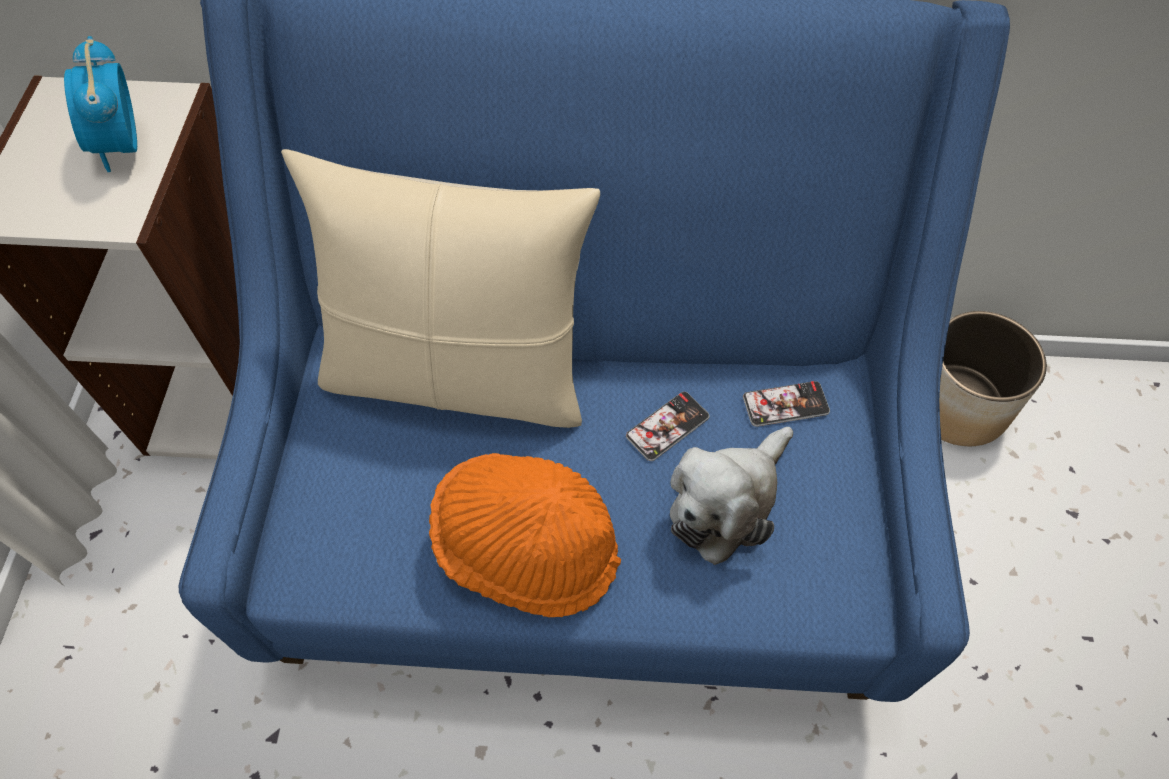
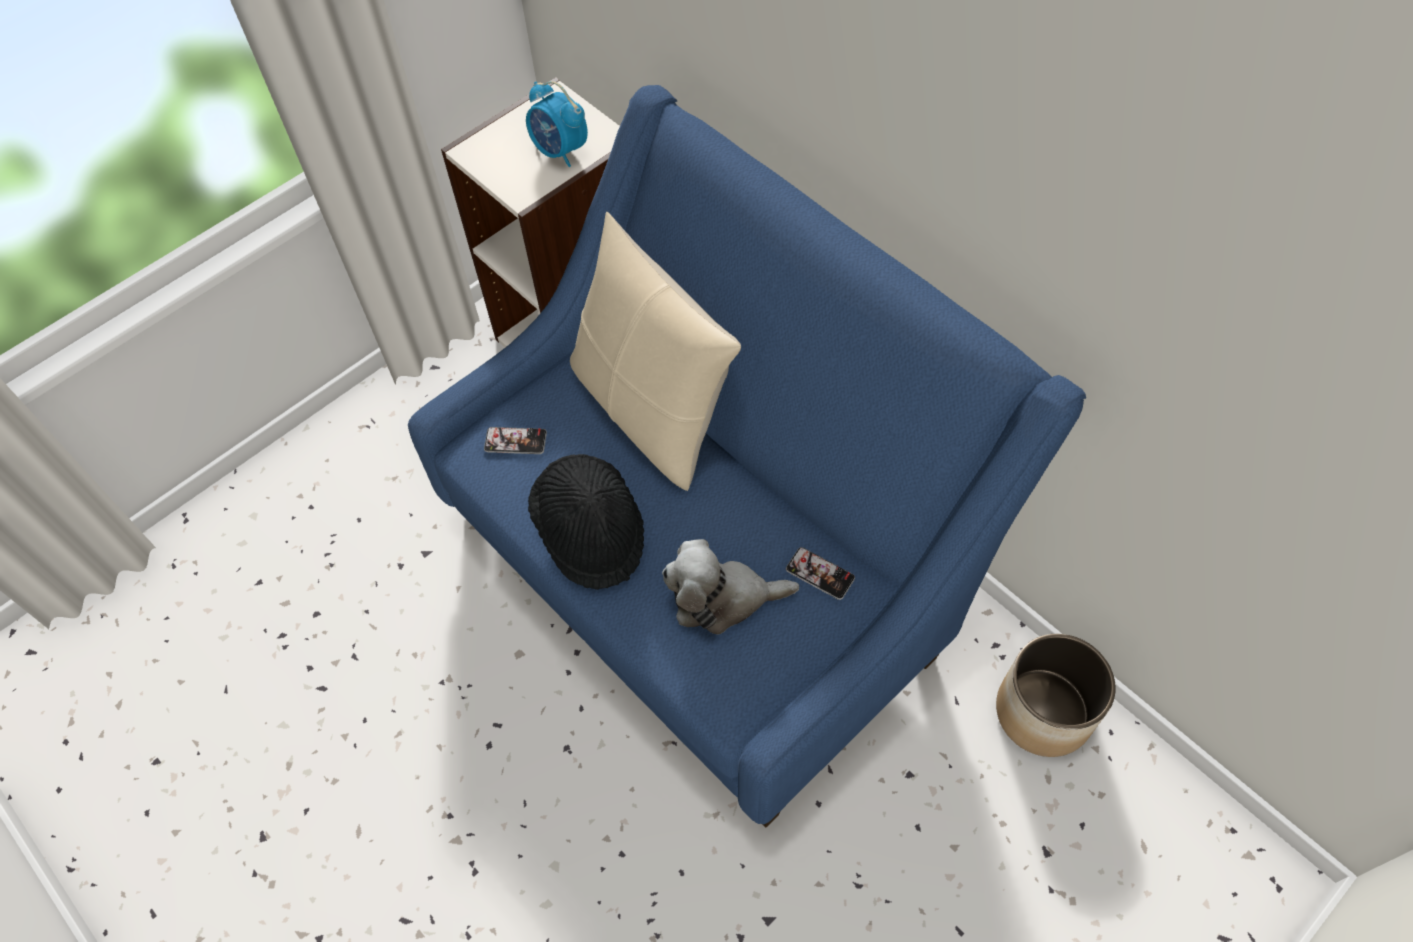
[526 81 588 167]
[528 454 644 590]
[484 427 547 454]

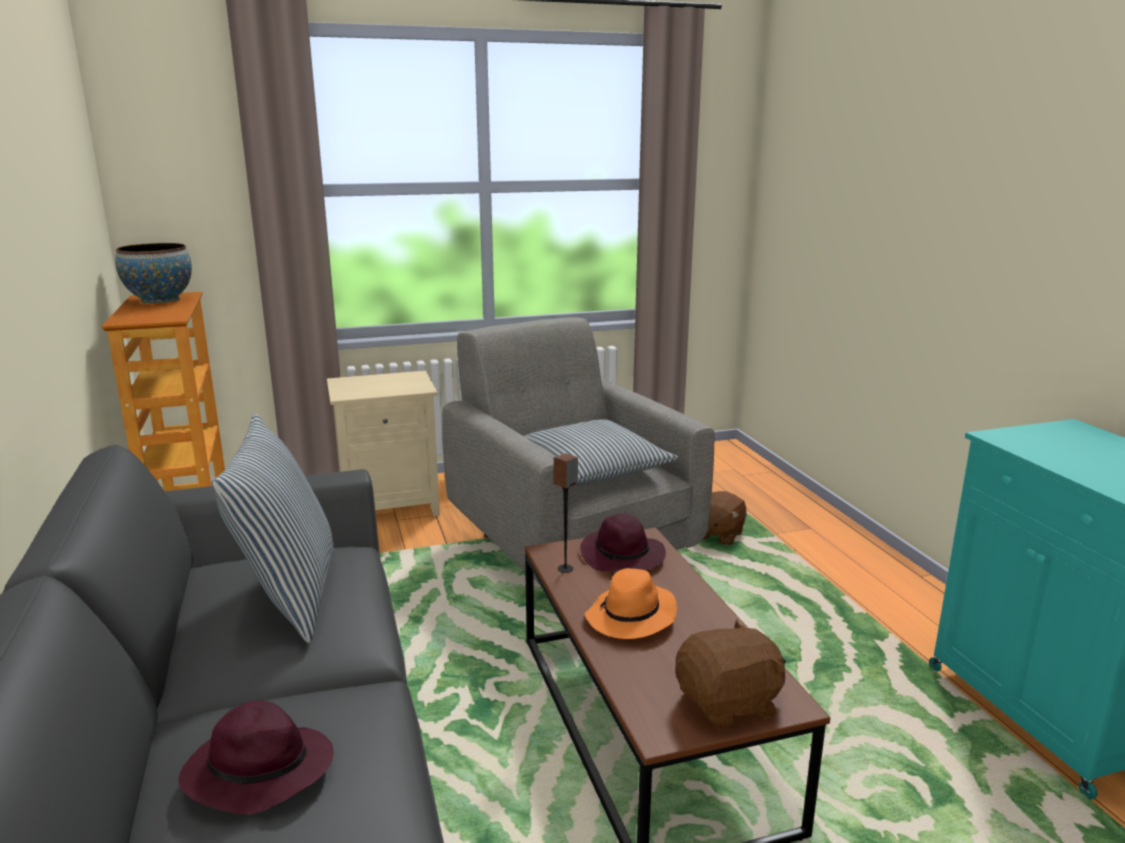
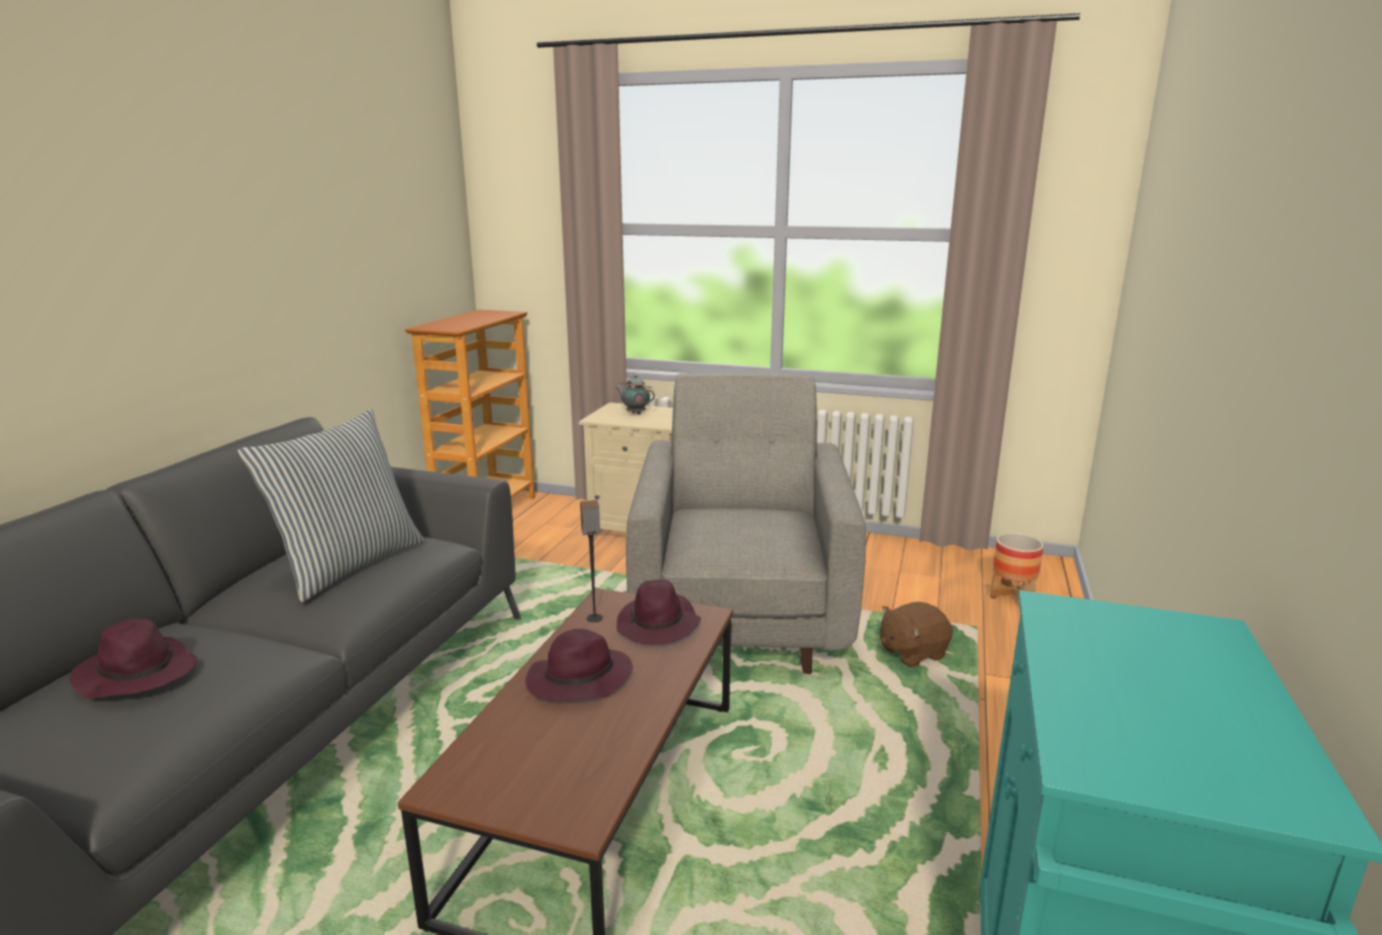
[115 243 192 304] (first image)
[524 419 679 486] (first image)
[525 629 633 701]
[675 619 786 730] (first image)
[615 374 655 414]
[990 533 1044 600]

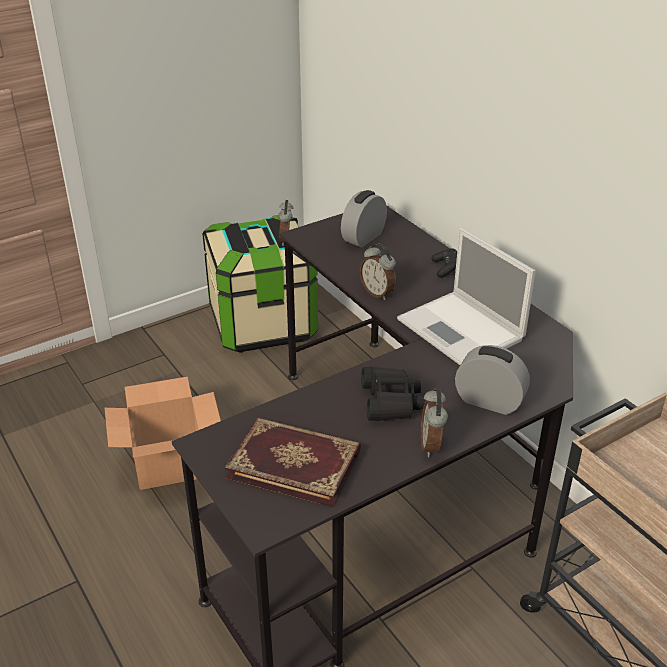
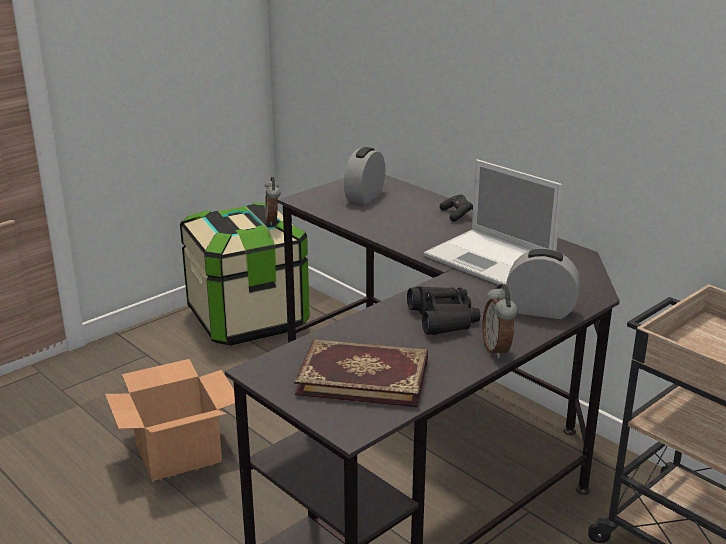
[360 244 396 300] (first image)

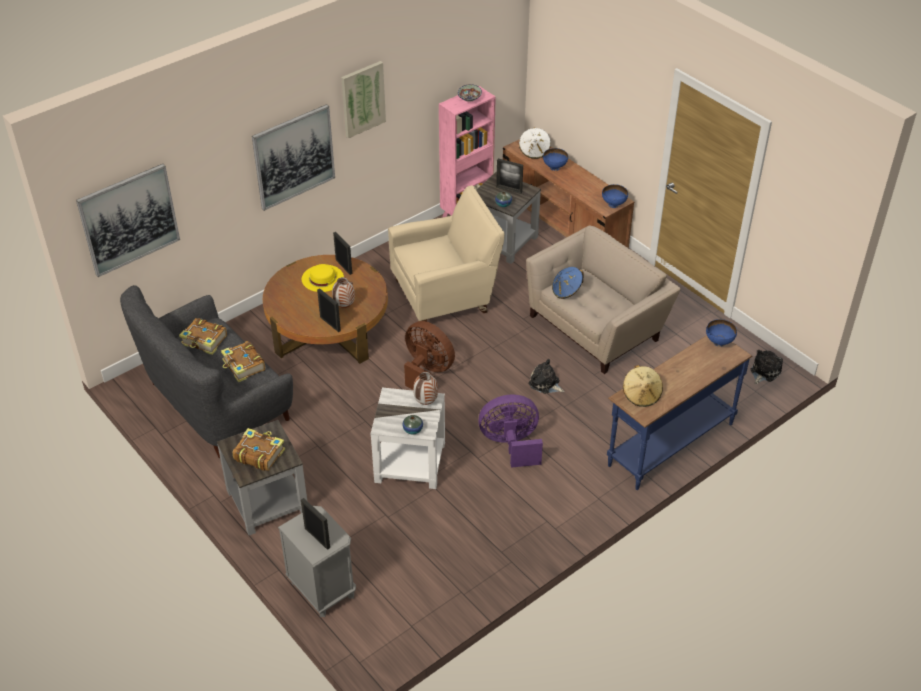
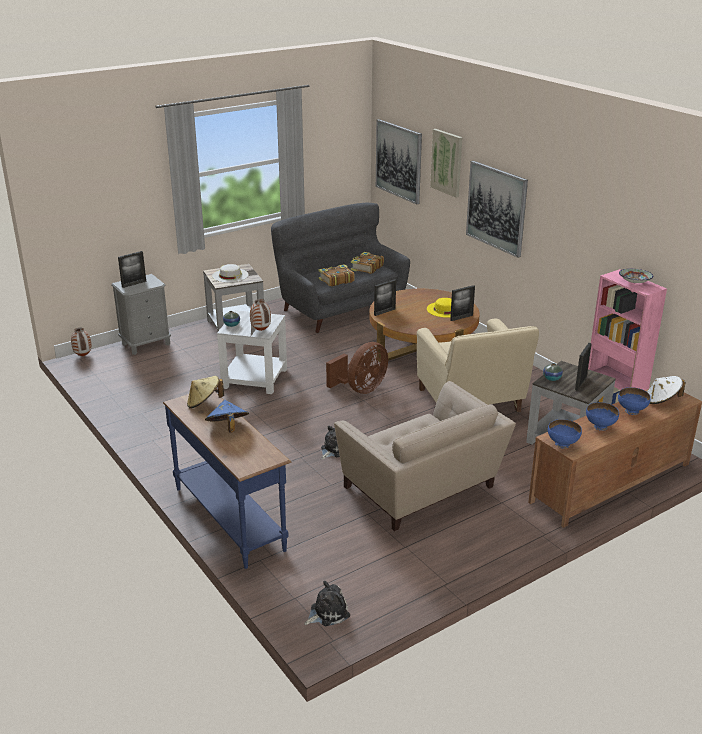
[212 264 249 283]
[71 328 92 356]
[430 129 462 198]
[478 395 543 468] (first image)
[205 400 249 432]
[586 402 619 431]
[305 581 350 626]

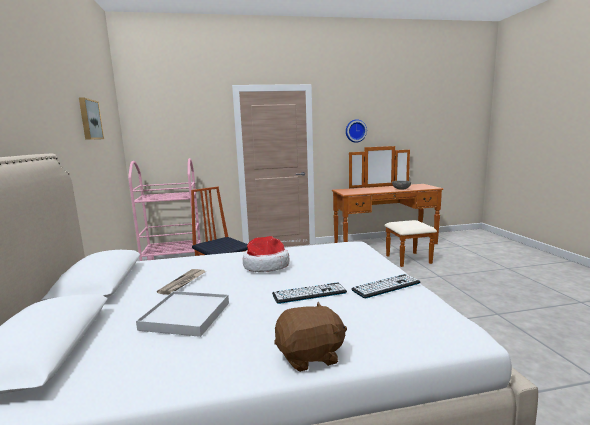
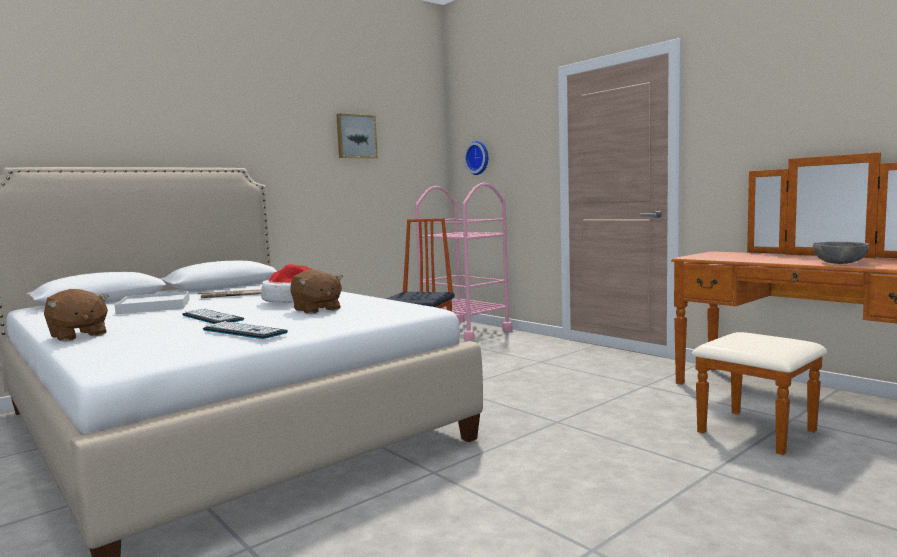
[464 141 489 175]
[290 269 343 314]

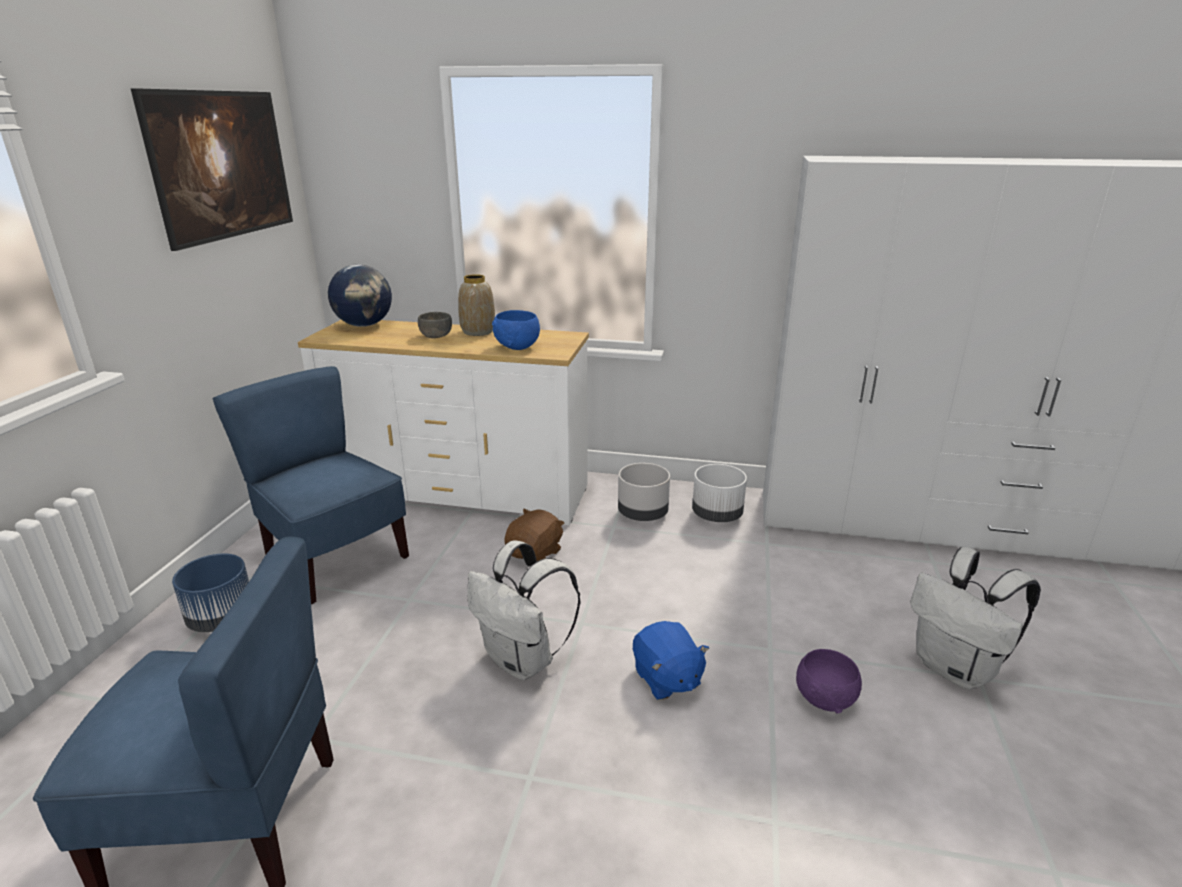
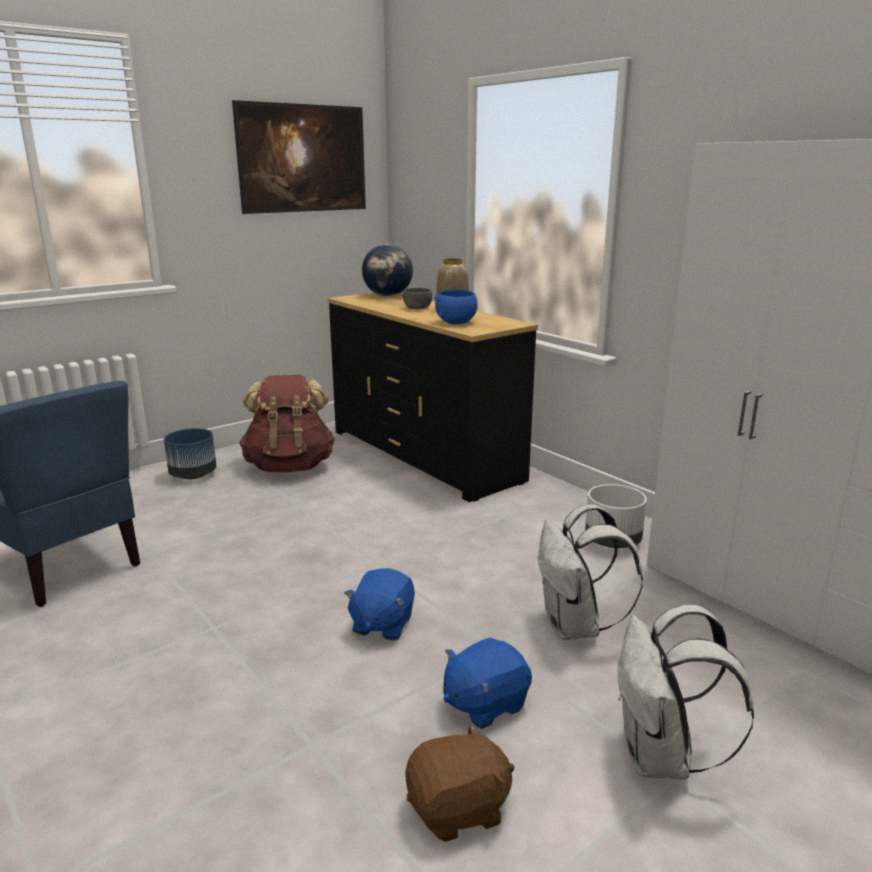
[239 375 335 472]
[328 292 538 502]
[538 505 643 640]
[405 723 514 842]
[618 463 670 521] (first image)
[443 638 532 729]

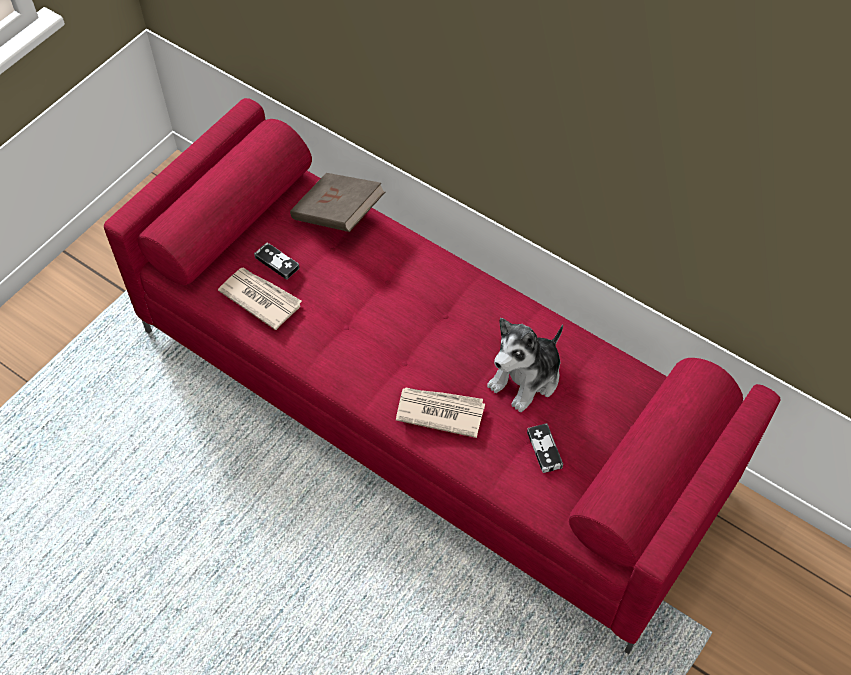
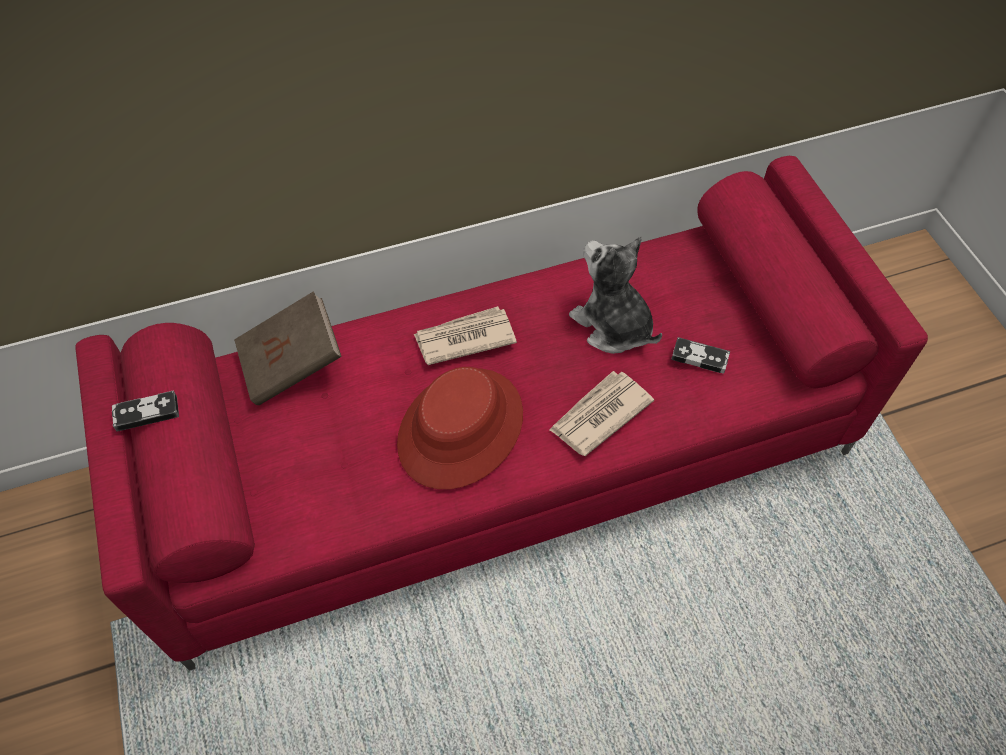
[414 306 517 365]
[112 391 179 432]
[569 236 662 354]
[397 367 523 489]

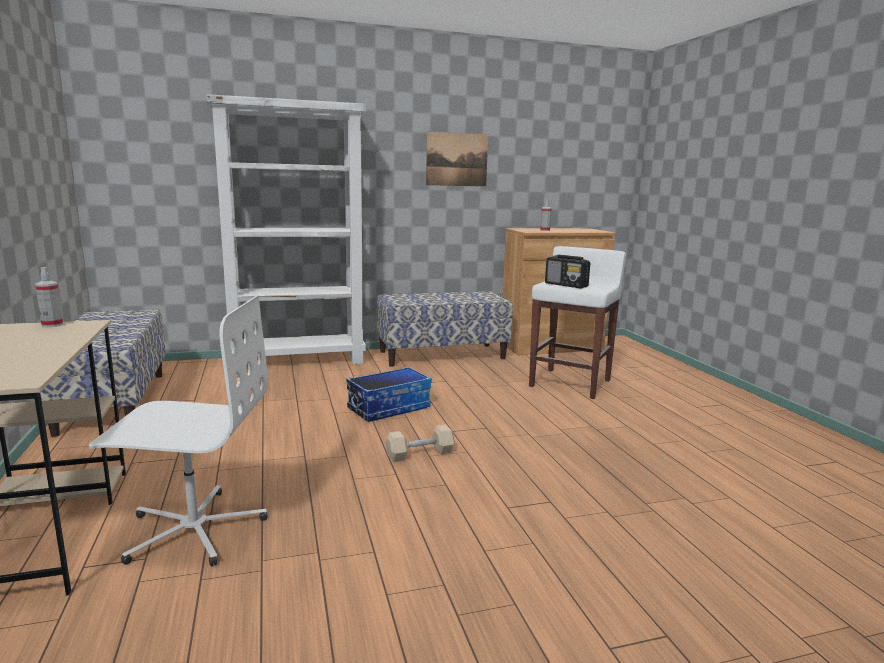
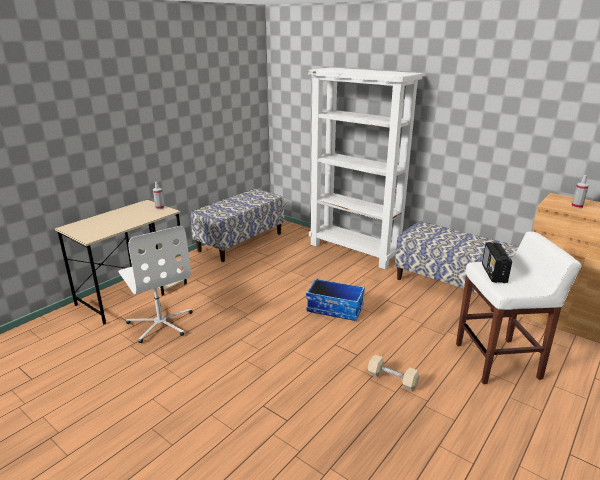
[368 354 420 391]
[426 131 488 187] (first image)

